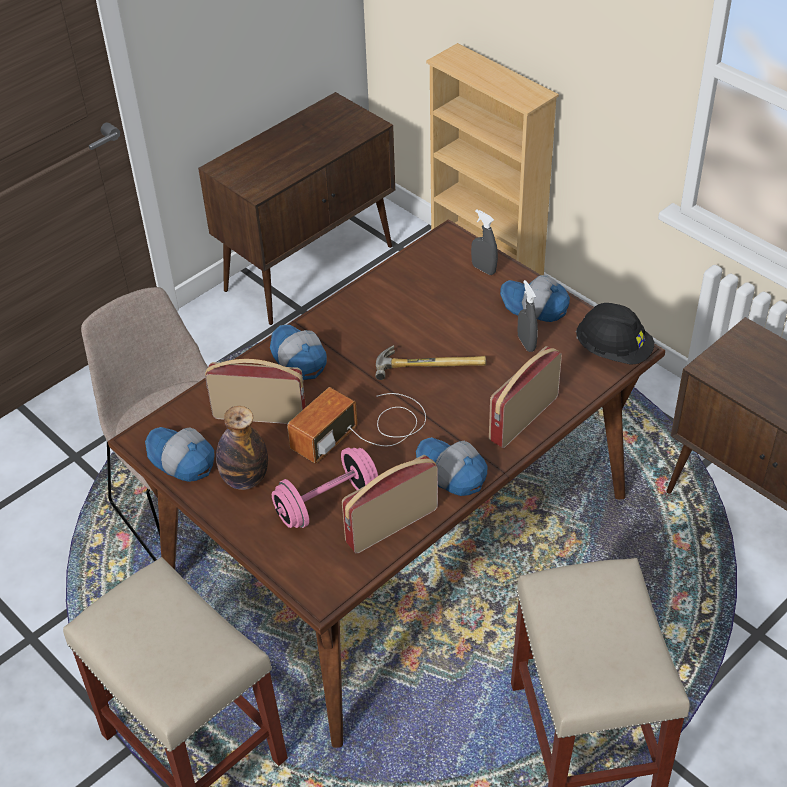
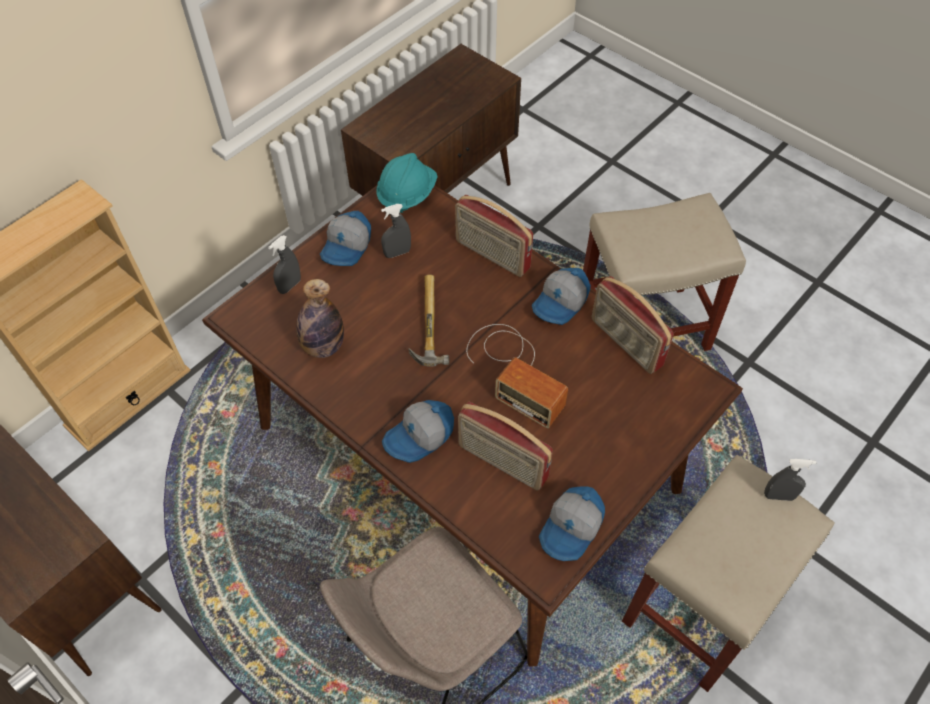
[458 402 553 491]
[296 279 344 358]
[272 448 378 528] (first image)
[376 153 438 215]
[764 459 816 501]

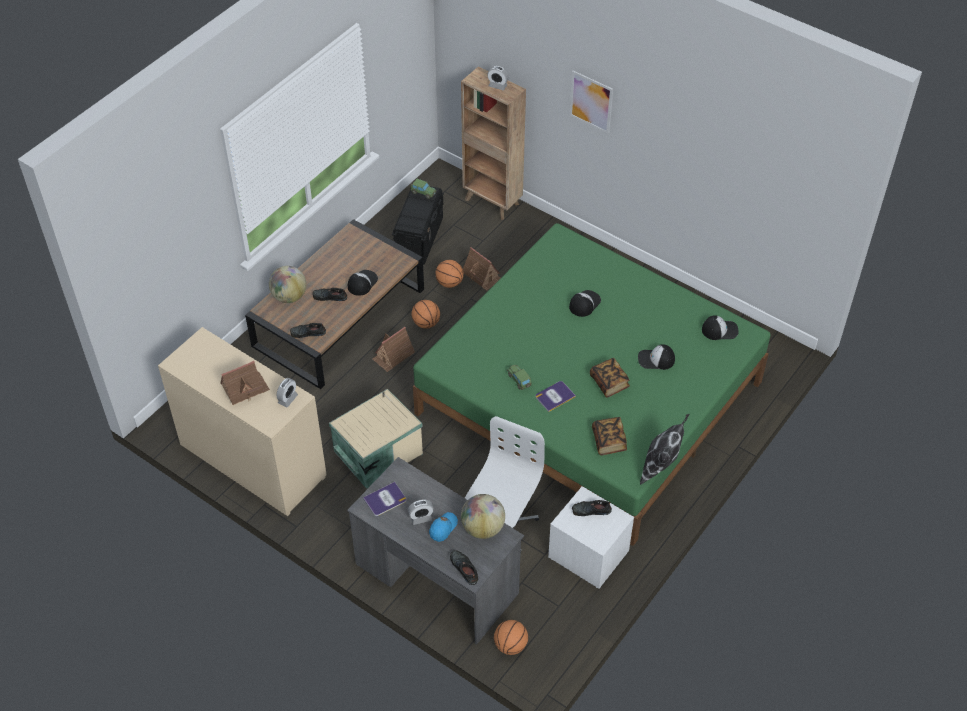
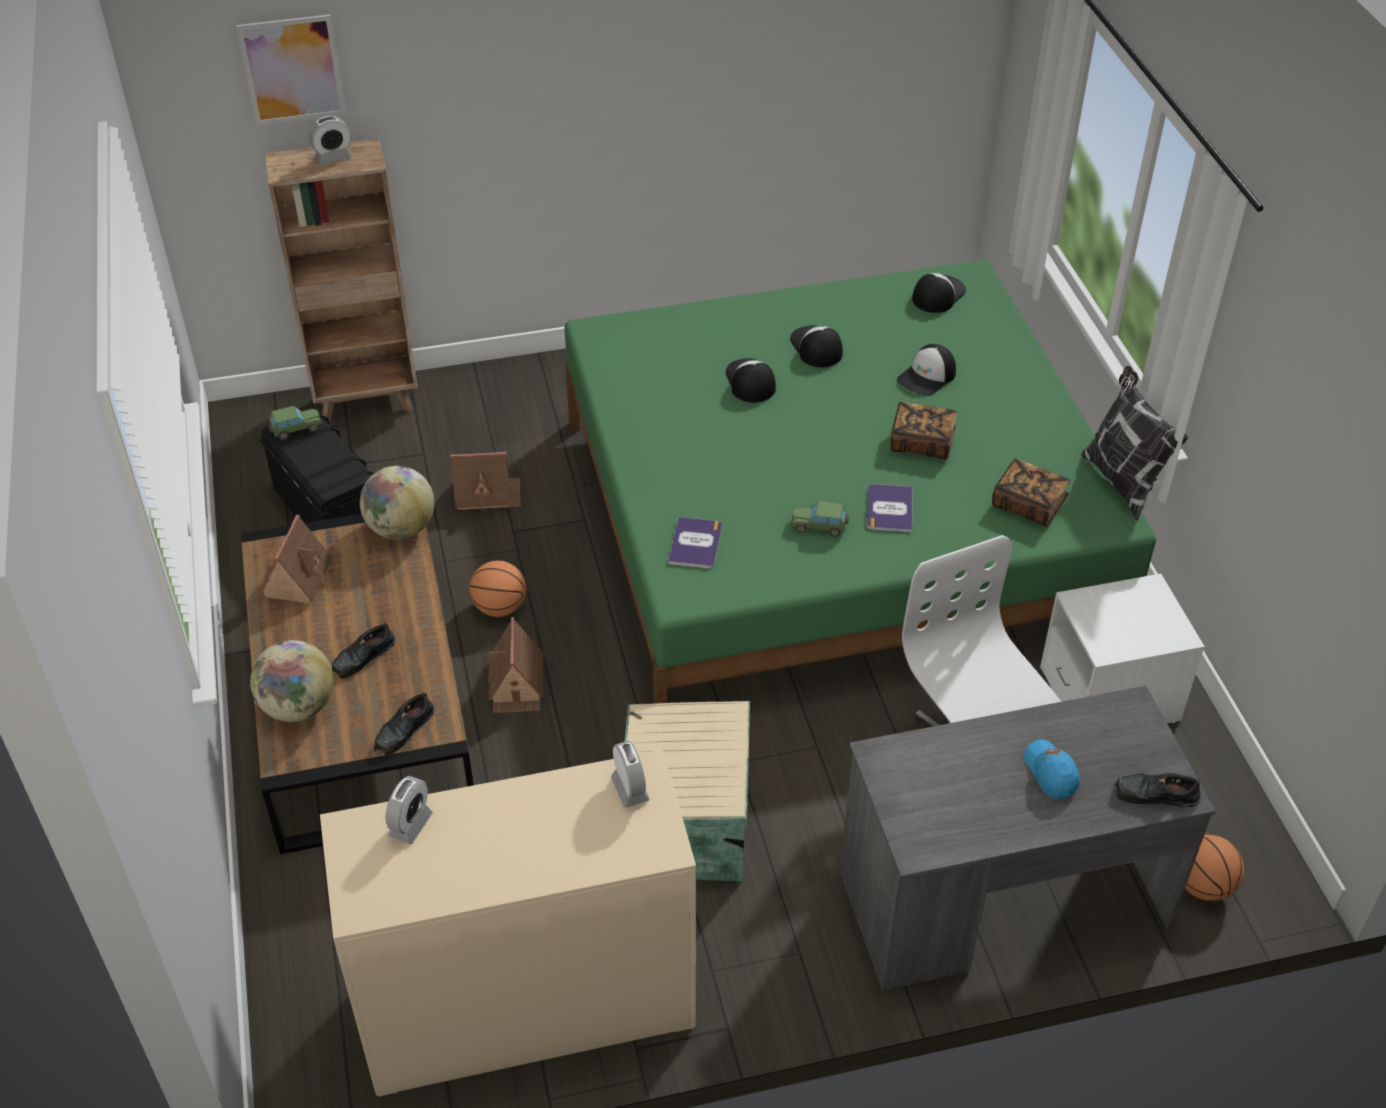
[260 515 333 603]
[790 325 843 367]
[668 517 722 569]
[385 776 433 844]
[435 260 464 288] (first image)
[360 466 434 539]
[236 14 346 125]
[571 500 612 516] (first image)

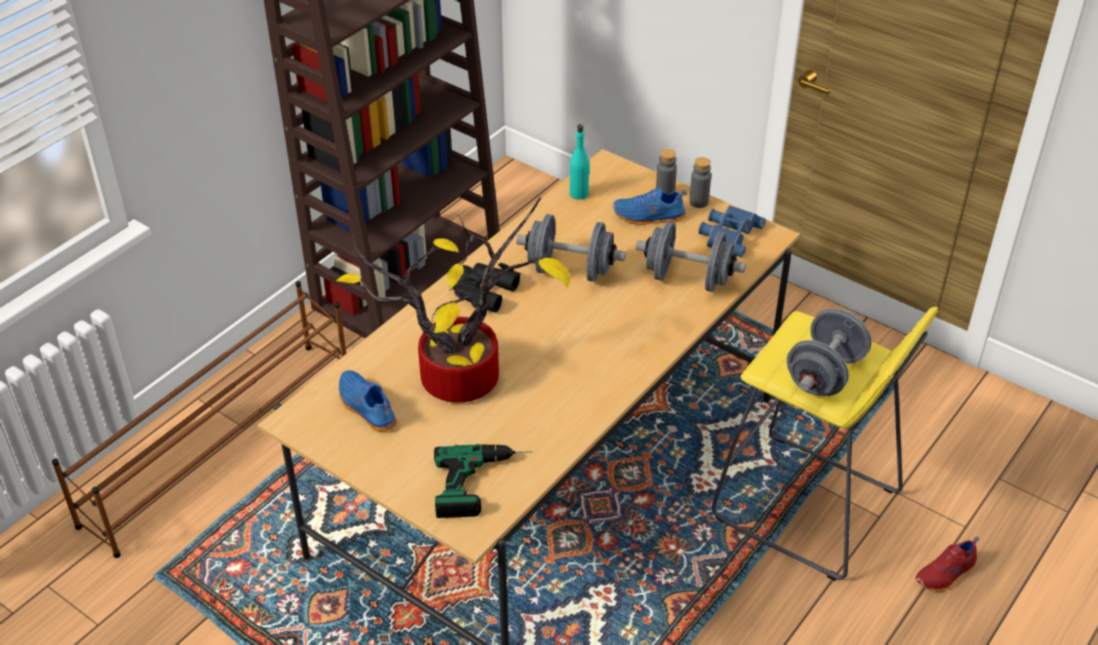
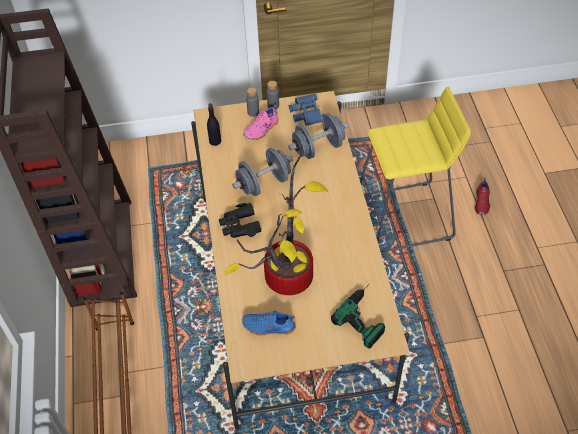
[207 103 221 146]
[243 105 279 140]
[787 309 871 396] (first image)

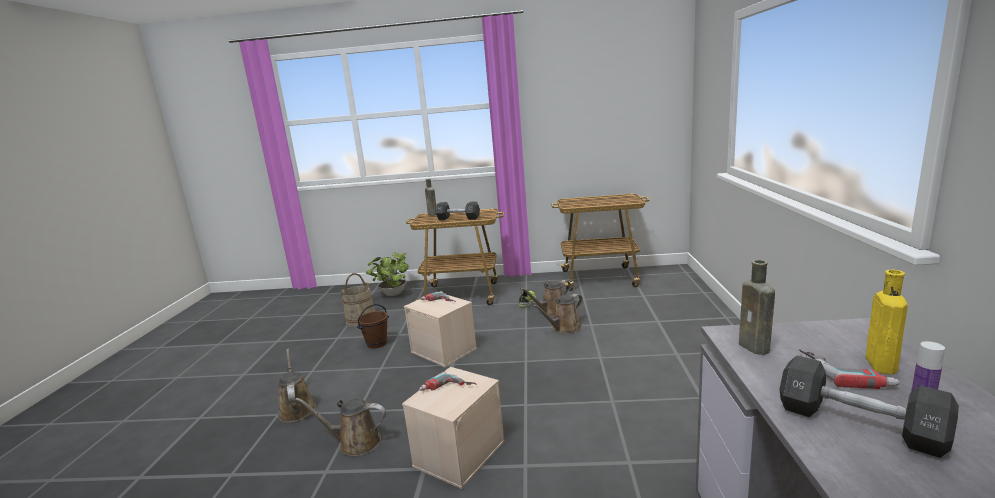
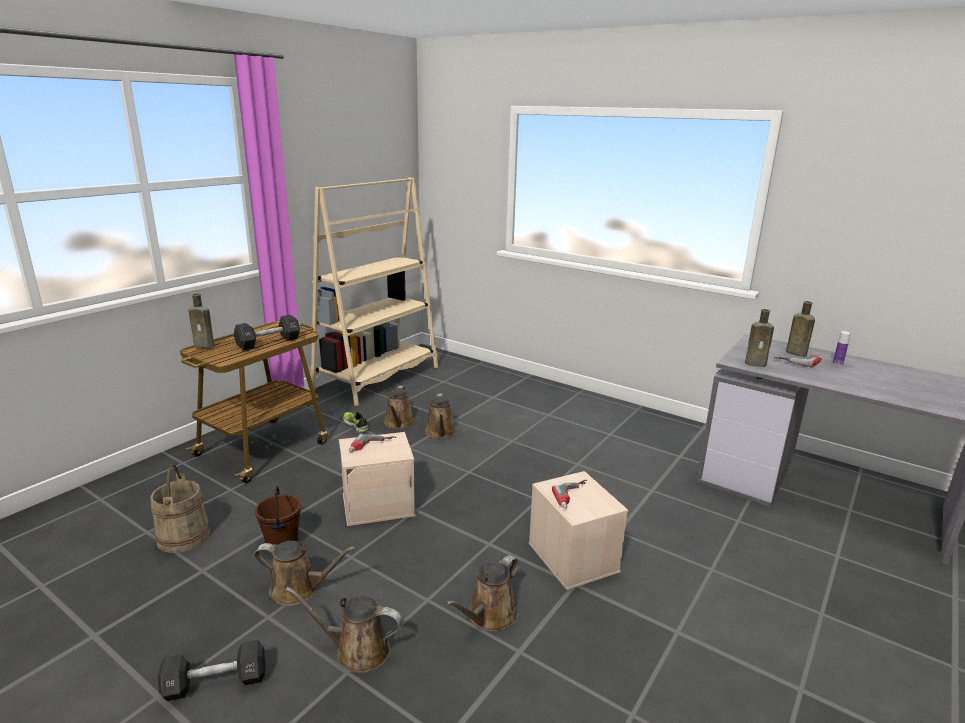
[366 252 409 296] (first image)
[310 178 438 406]
[158 640 265 701]
[786 301 815 357]
[254 540 355 606]

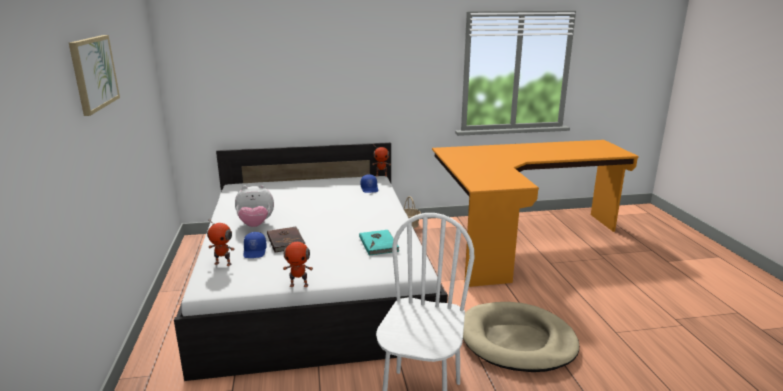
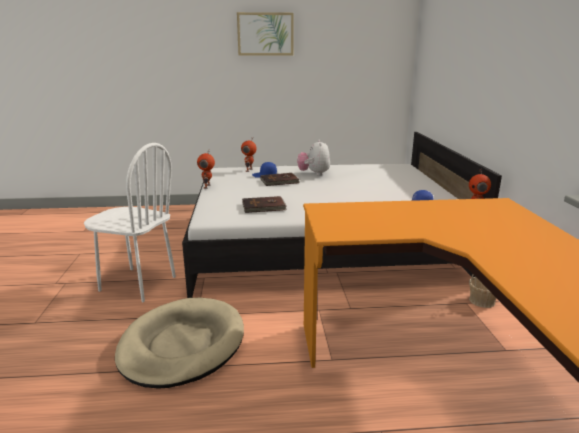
[242 196 287 213]

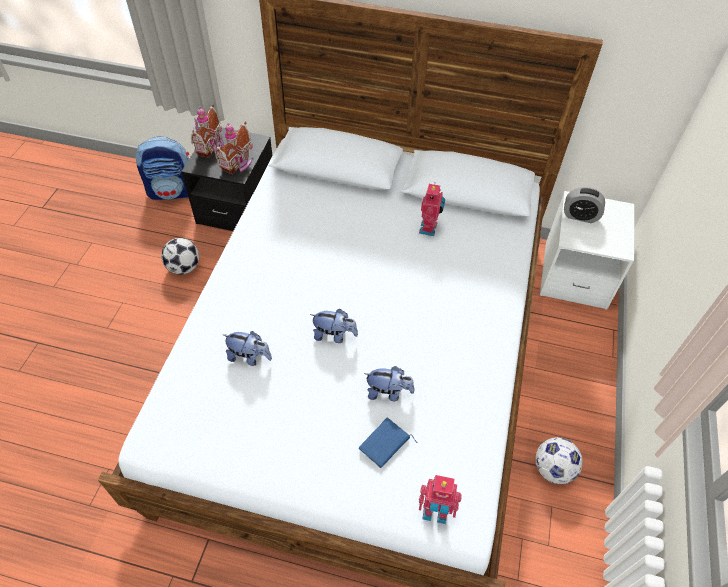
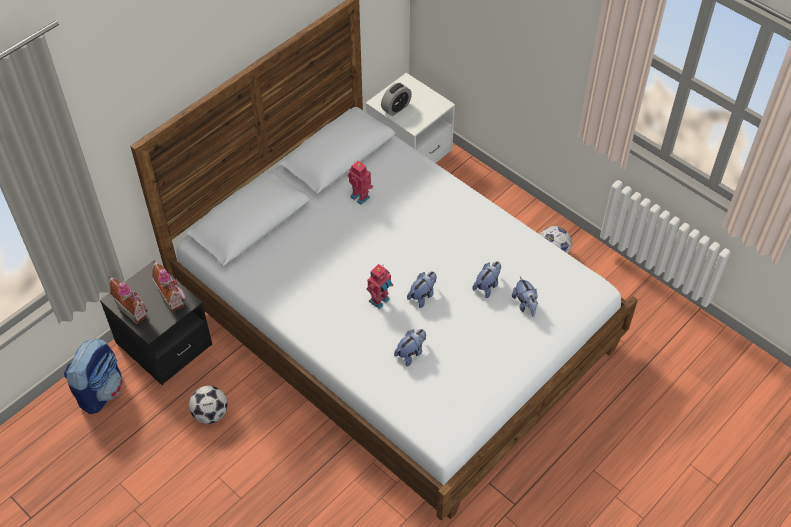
[512 277 538 317]
[367 264 393 309]

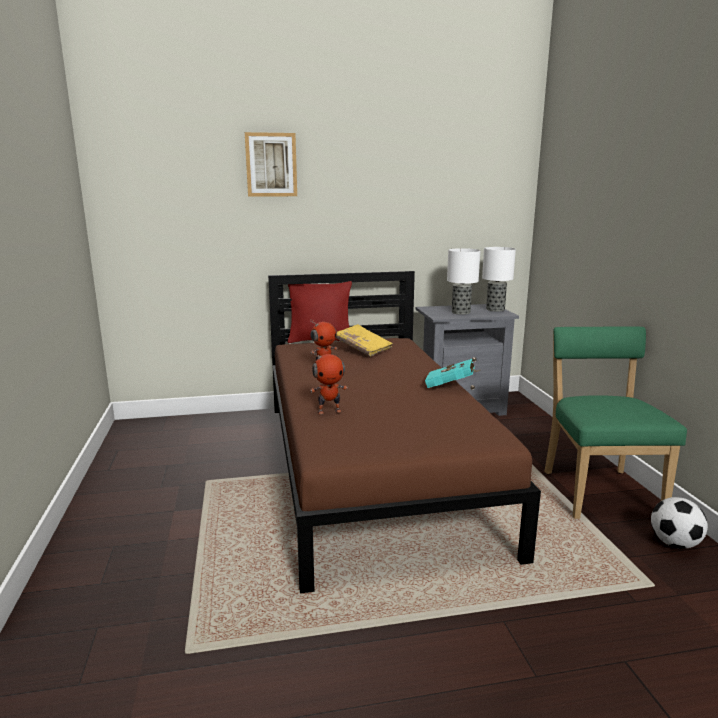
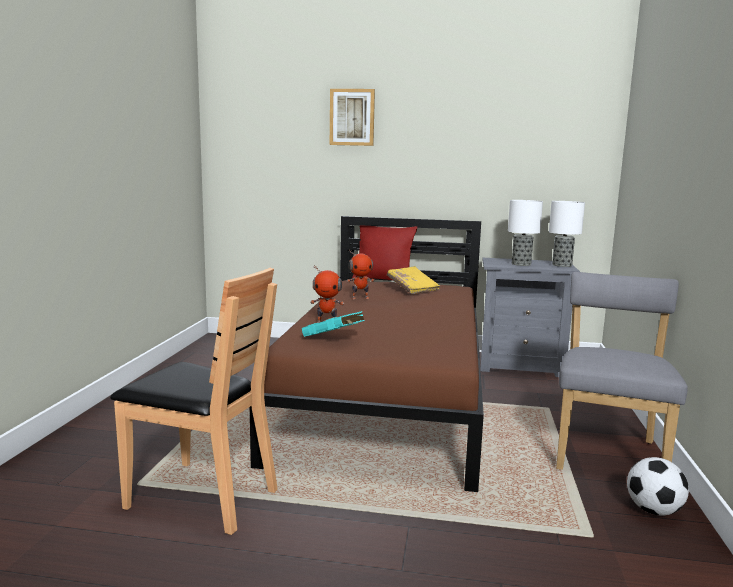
[302 311 365 337]
[556 272 688 470]
[110 268 278 535]

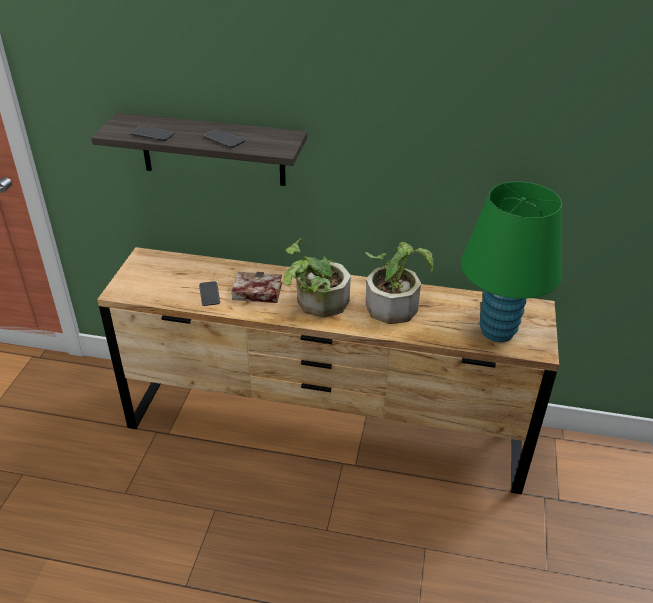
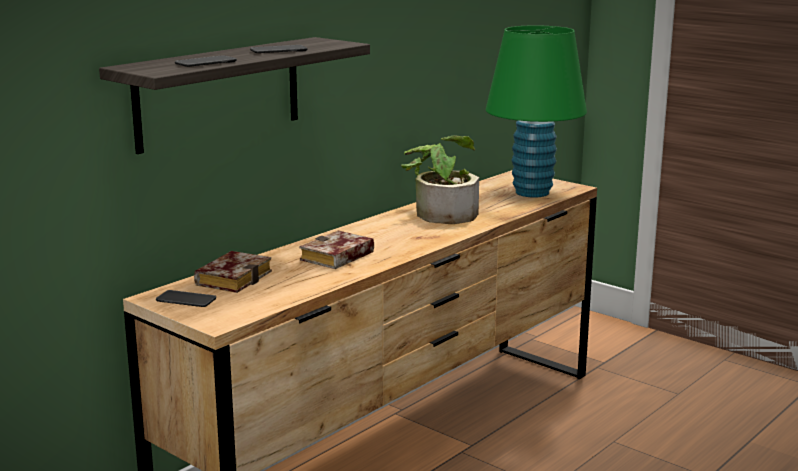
[156 290 216 307]
[283 238 351 318] (first image)
[194 251 272 293]

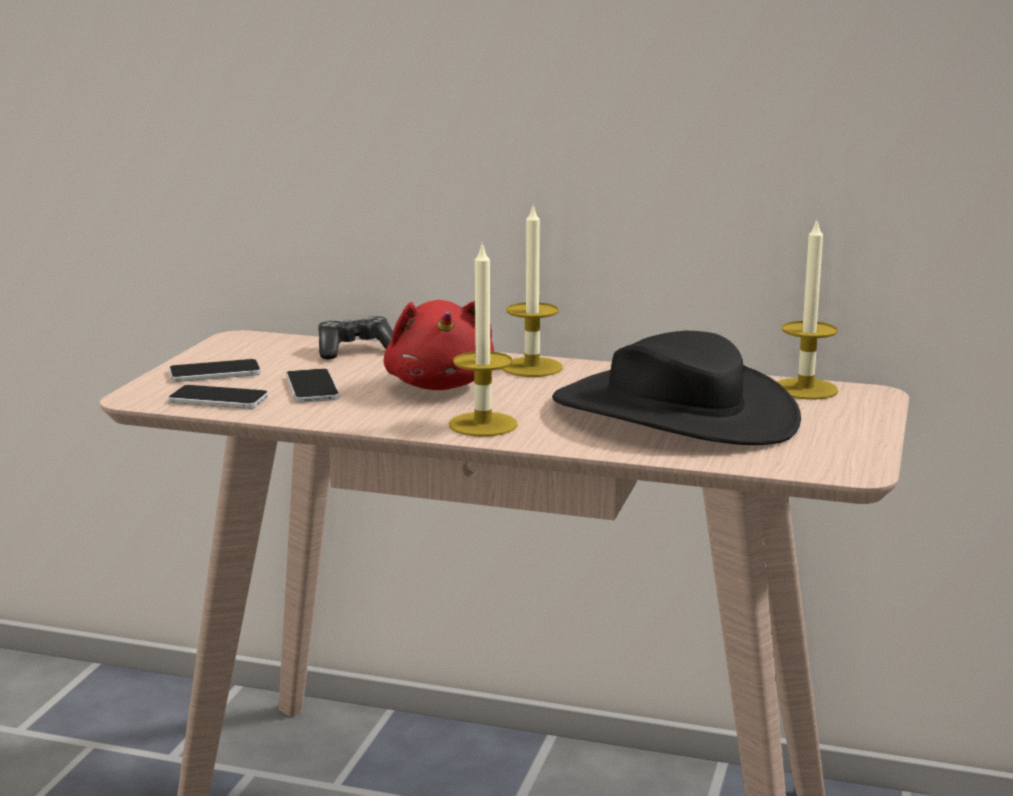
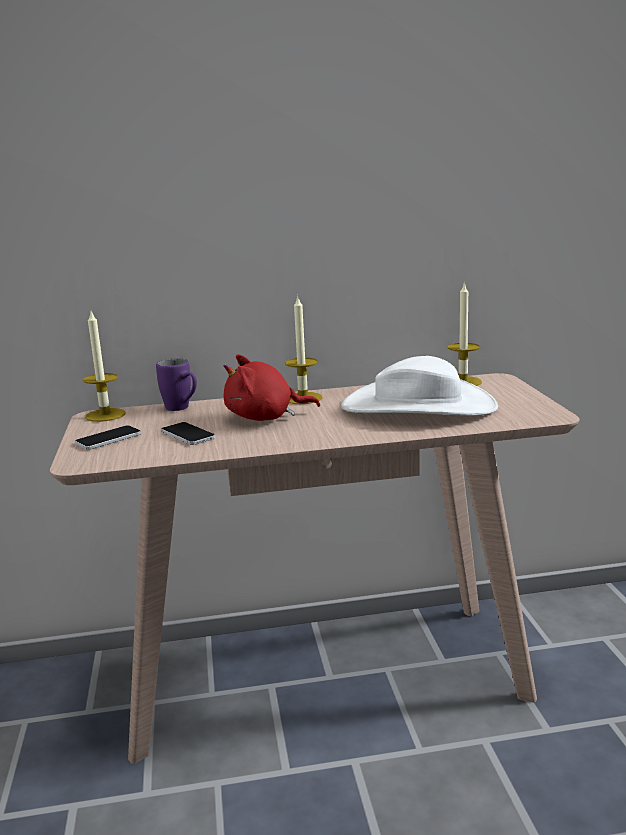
[168 385 268 409] (first image)
[156 358 197 411]
[223 354 320 421]
[83 309 126 422]
[341 356 498 416]

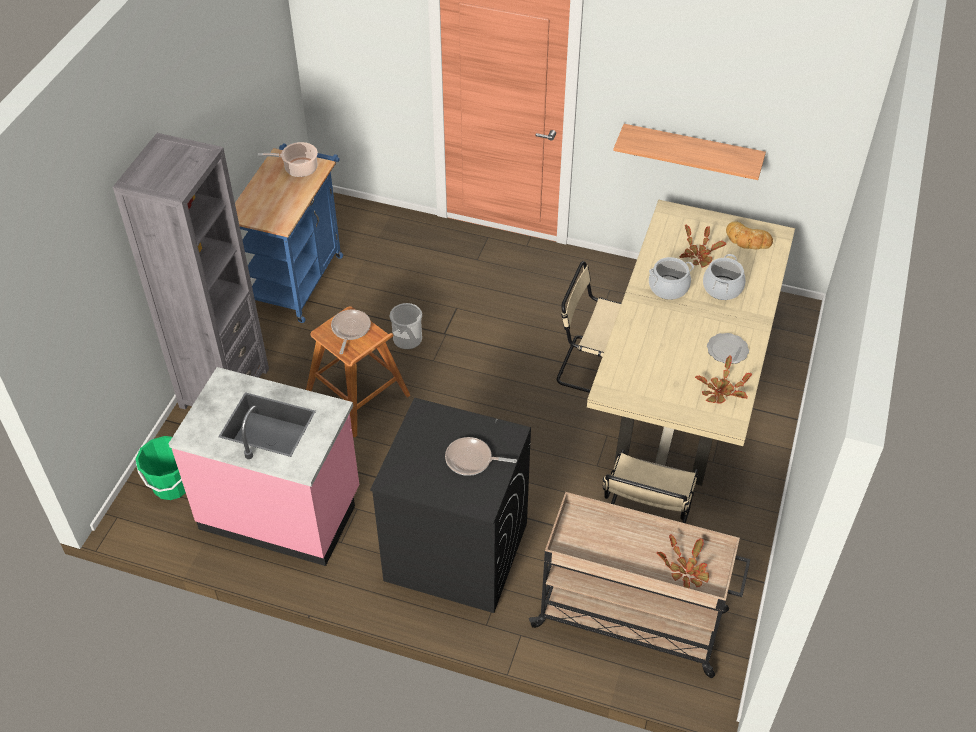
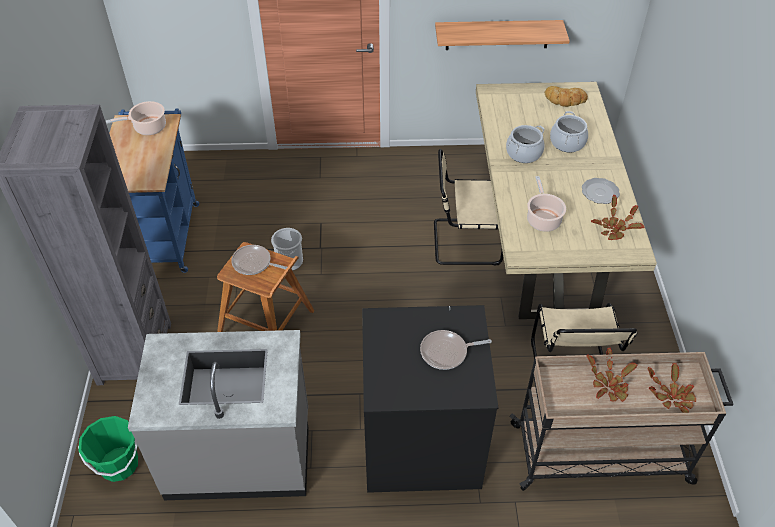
[128 330 309 500]
[231 245 287 275]
[586 348 637 402]
[527 176 566 232]

